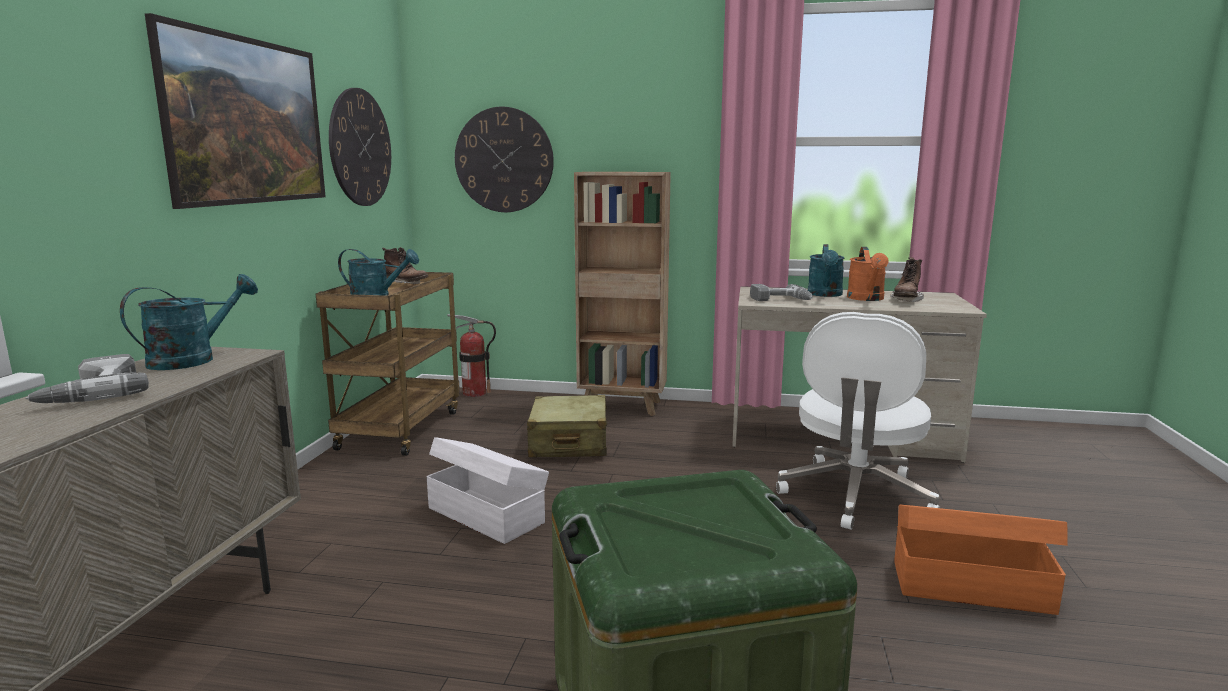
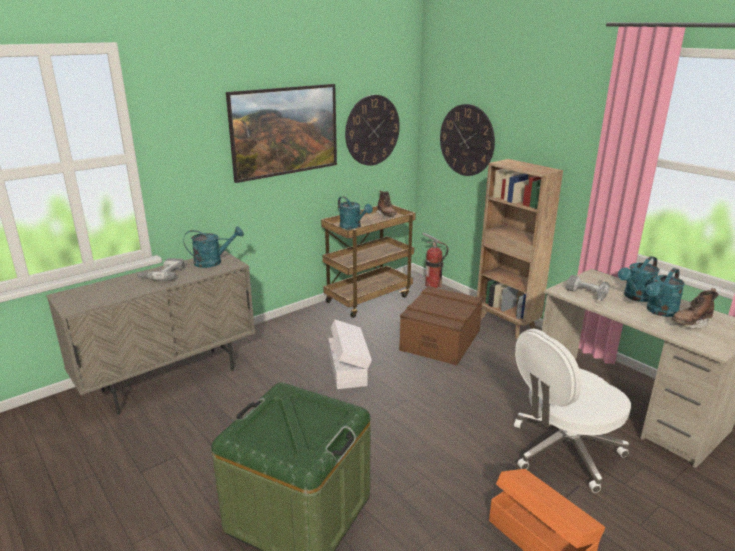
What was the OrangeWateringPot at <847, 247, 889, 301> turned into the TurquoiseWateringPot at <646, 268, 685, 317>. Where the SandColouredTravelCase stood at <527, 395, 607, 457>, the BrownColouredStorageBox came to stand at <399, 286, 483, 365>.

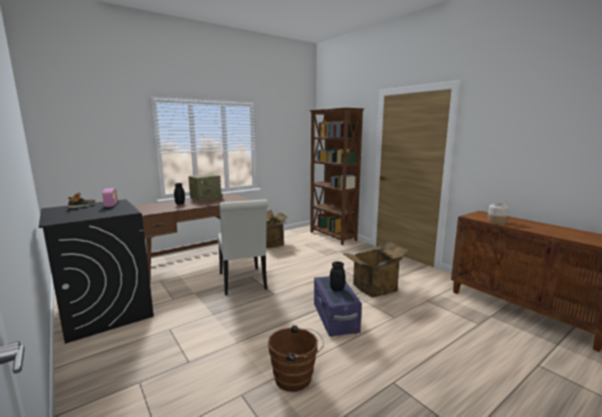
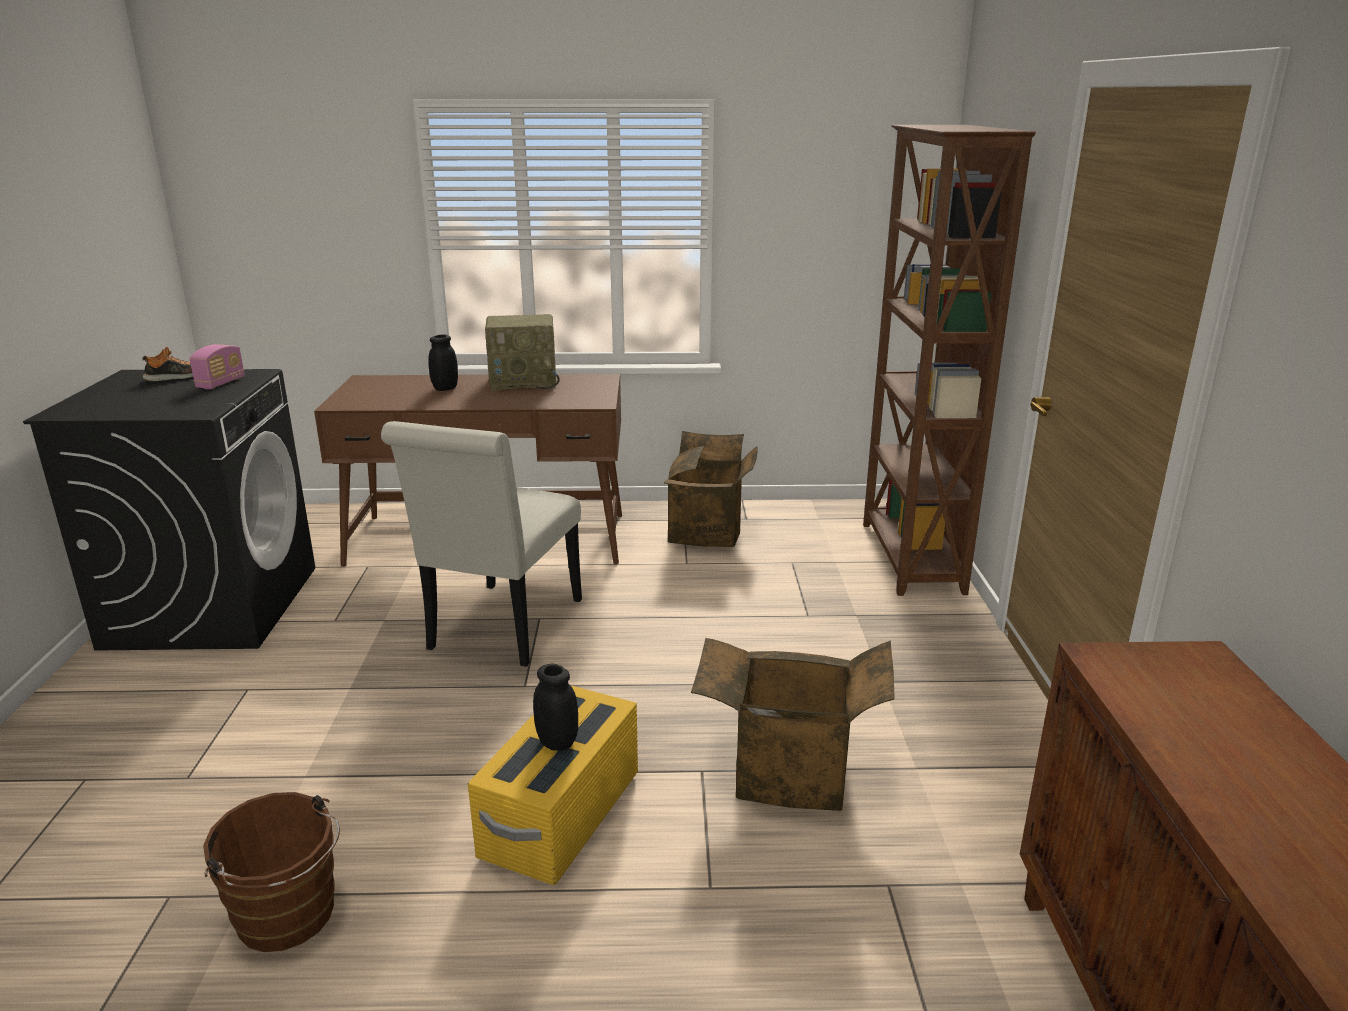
The second view lost the PreserveJar at <487, 203, 509, 224>. What was the PurpleColouredStorageBox at <314, 276, 362, 337> turned into the YellowishStorageBox at <468, 686, 638, 885>.

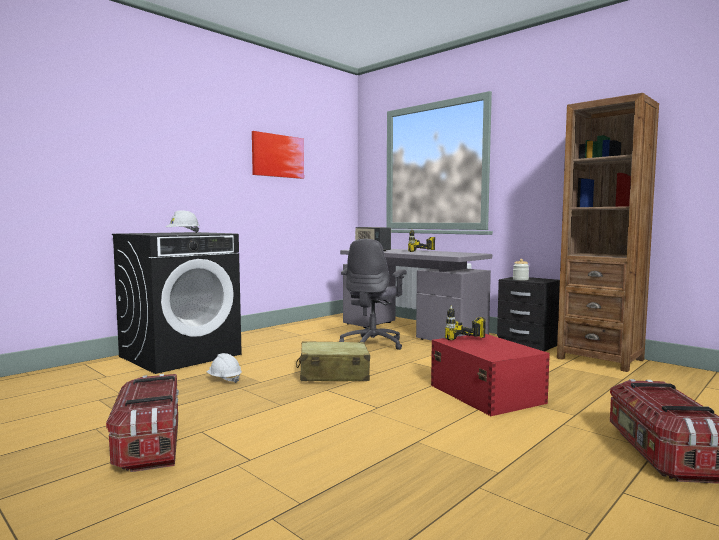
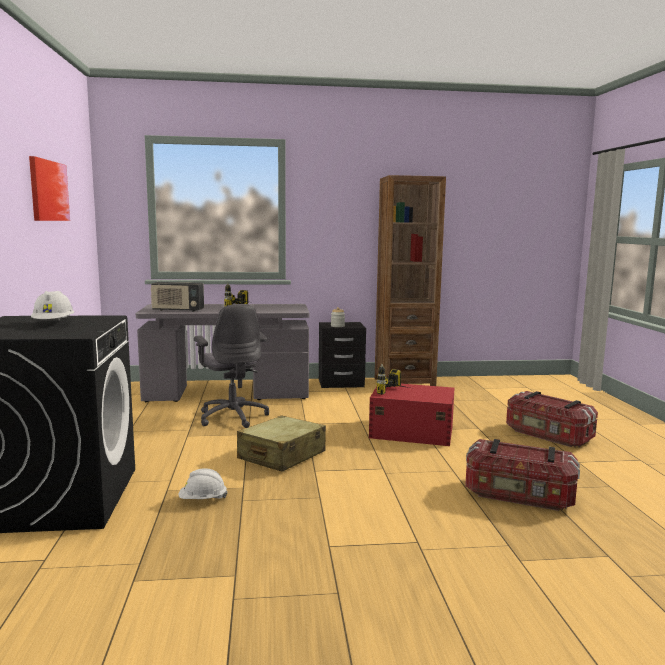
The StorageBox ended up elsewhere, having gone from <106, 374, 179, 472> to <465, 439, 580, 511>.

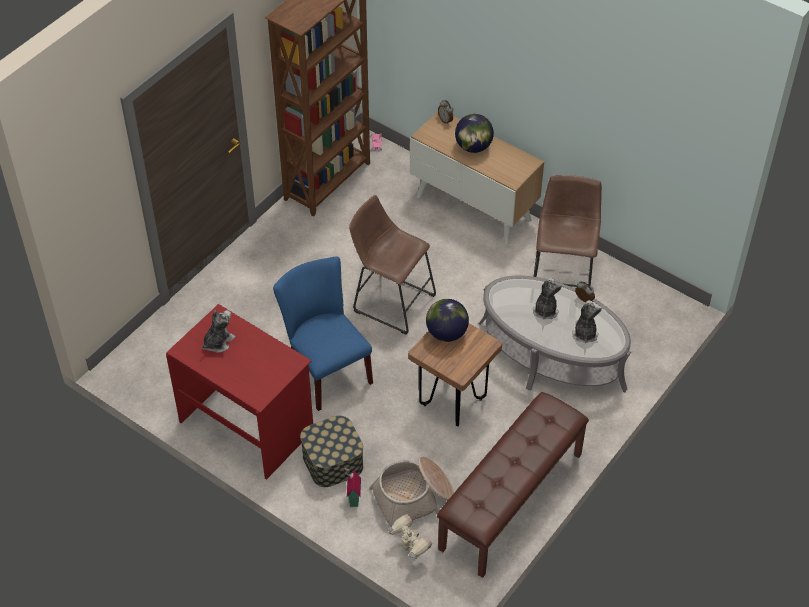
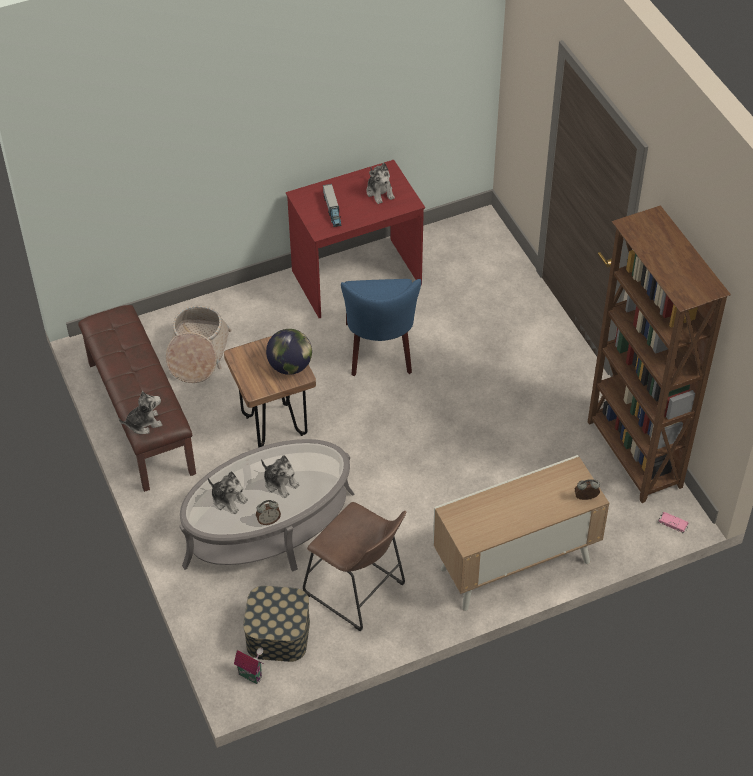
The second view lost the Globe at <455, 114, 494, 153>. The second view lost the BrownColouredStoolSeat at <349, 195, 436, 335>. The BluishChair at <273, 257, 373, 411> ended up facing another way, 90 degrees clockwise from before. The StorageBox ended up elsewhere, having gone from <300, 416, 363, 487> to <243, 586, 310, 662>. The ModelHouse ended up elsewhere, having gone from <344, 467, 361, 507> to <234, 647, 264, 684>. The second view lost the ModelRobot at <388, 514, 432, 559>. The second view gained the ToyTruck at <323, 184, 342, 227>. The second view gained the PlushToy at <119, 391, 162, 434>.

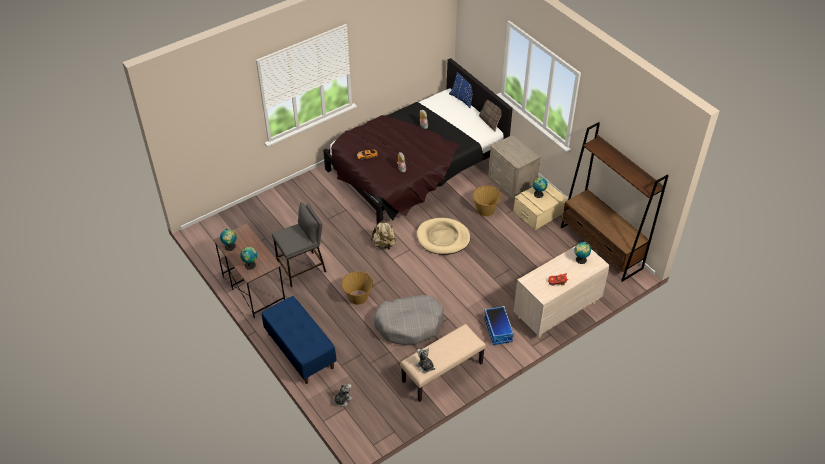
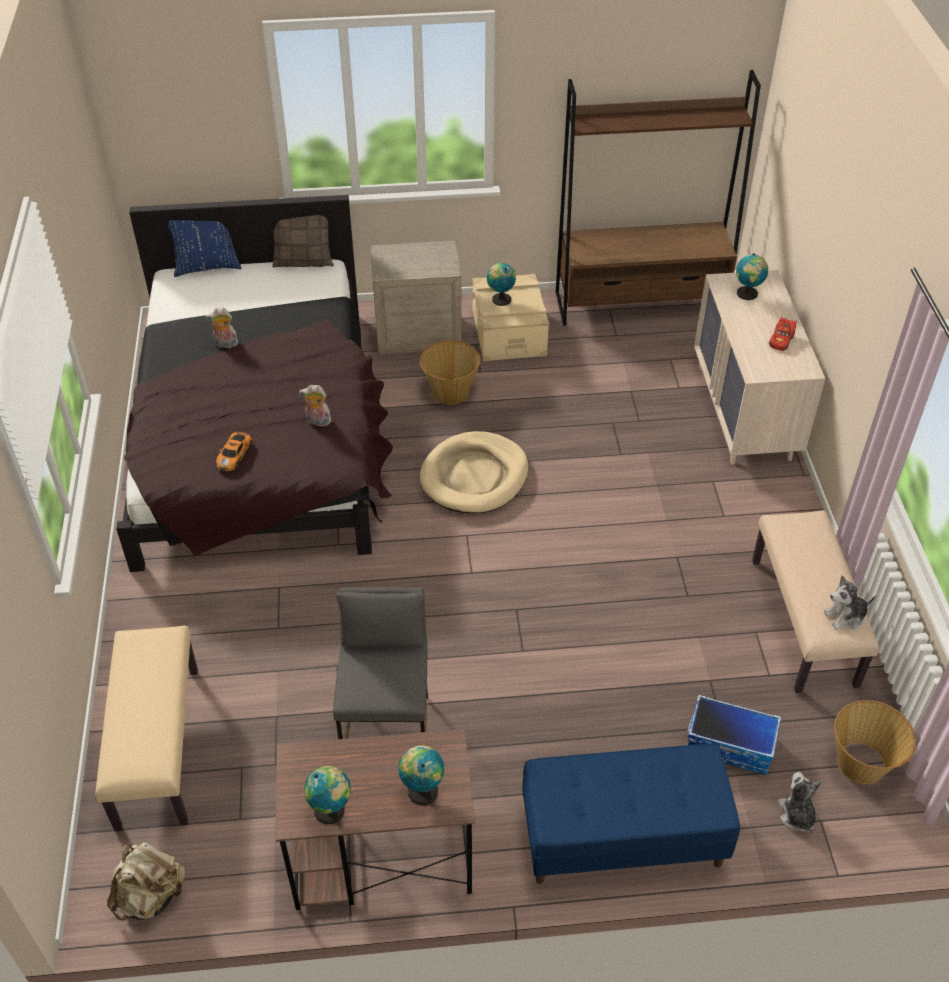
The SandColouredBackpack ended up elsewhere, having gone from <371, 219, 396, 250> to <107, 842, 186, 921>. The HouseholdBasket ended up elsewhere, having gone from <341, 271, 373, 305> to <834, 700, 916, 784>. The second view lost the GreyishPetBed at <374, 295, 444, 345>. The StorageBox ended up elsewhere, having gone from <484, 306, 514, 345> to <687, 694, 781, 775>. The second view gained the SandColouredBench at <95, 626, 198, 832>.

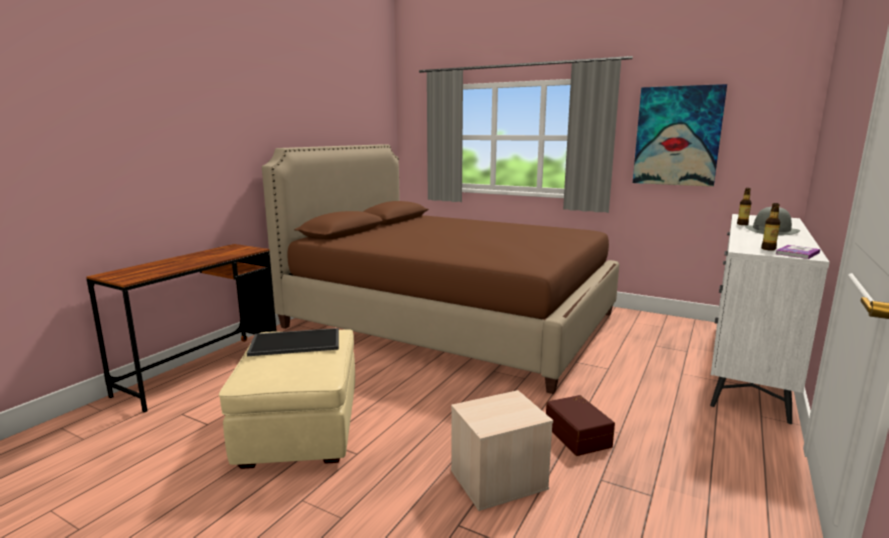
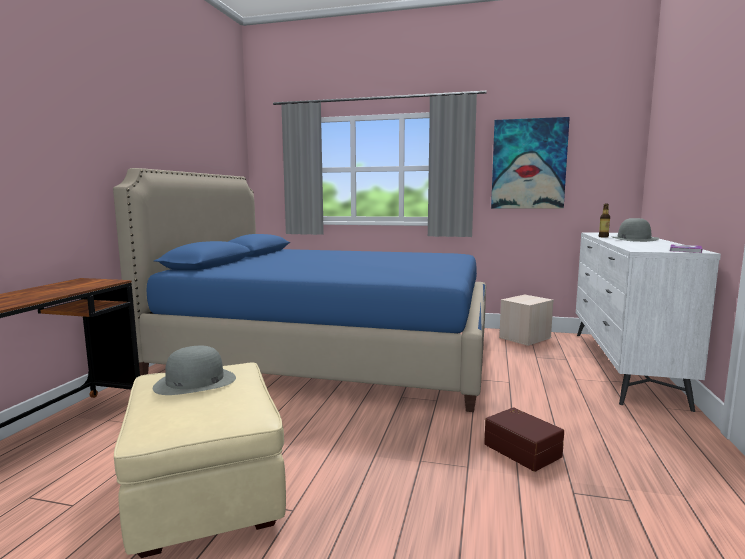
What was the BrownColouredBed at <262, 144, 619, 394> turned into the BluishBed at <113, 168, 486, 412>. The second view lost the DrinkBottle at <761, 203, 781, 251>. Where the ServingTray stood at <247, 328, 339, 356>, the GreyishHat came to stand at <153, 346, 236, 395>. The SandColouredStorageBox ended up elsewhere, having gone from <451, 390, 553, 511> to <499, 294, 554, 346>.

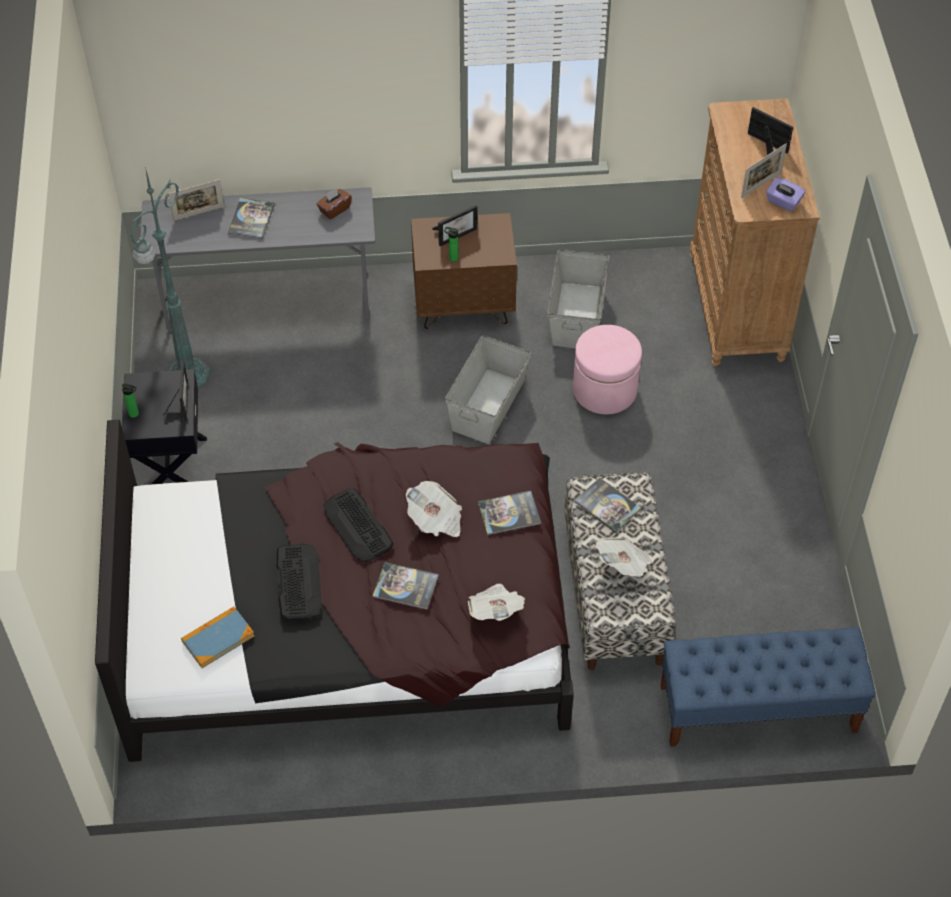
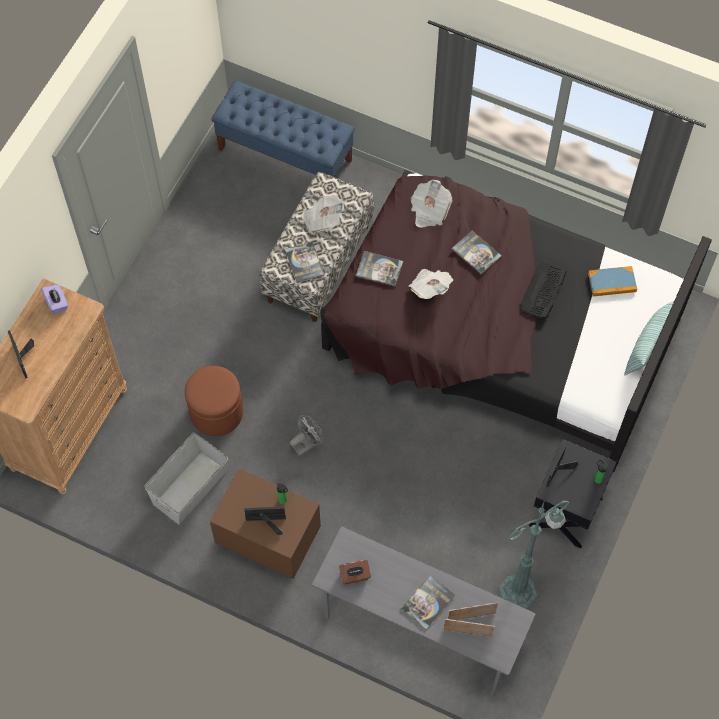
The StandingFrame ended up elsewhere, having gone from <741, 143, 787, 199> to <447, 602, 498, 620>. What was the PinkColouredPouffe at <573, 325, 642, 414> turned into the BrownColouredPouffe at <185, 366, 243, 436>. Where the GreyishStorageBox stood at <445, 335, 531, 444>, the GreyishFan came to stand at <290, 415, 323, 456>. The second view lost the ComputerKeyboard at <323, 488, 394, 562>. The second view gained the Pillow at <624, 301, 674, 376>.

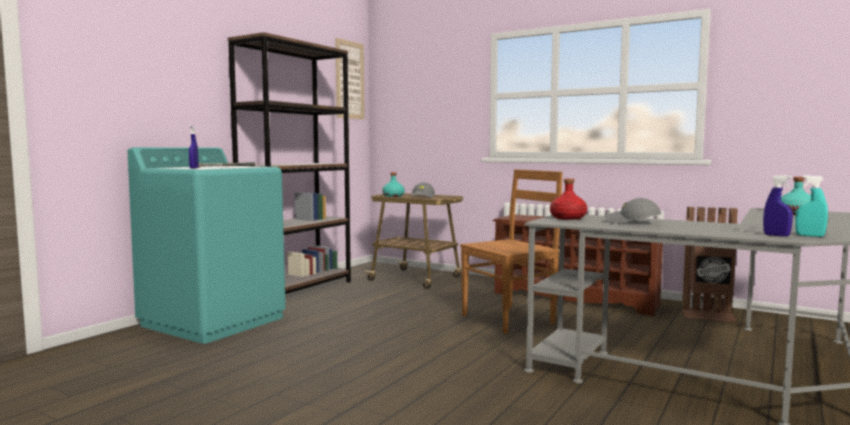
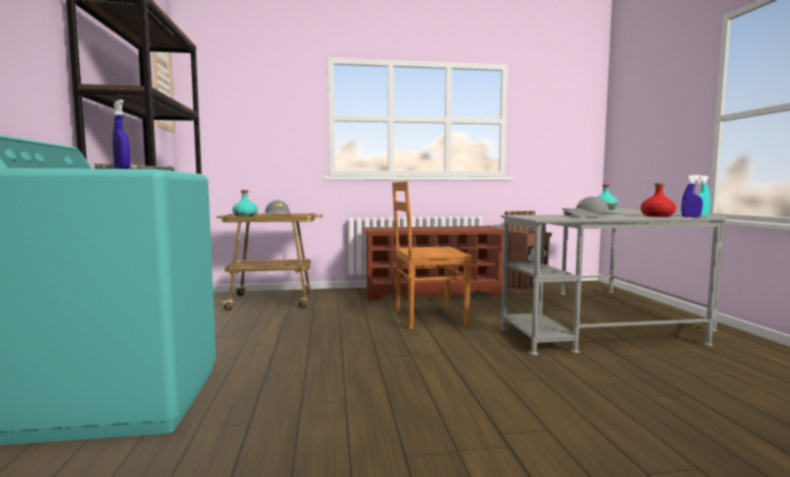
The BrownColouredChair at <460, 170, 563, 334> ended up facing another way, 120 degrees counterclockwise from before. The RedDrinkBottle ended up elsewhere, having gone from <550, 179, 587, 220> to <641, 183, 676, 217>.

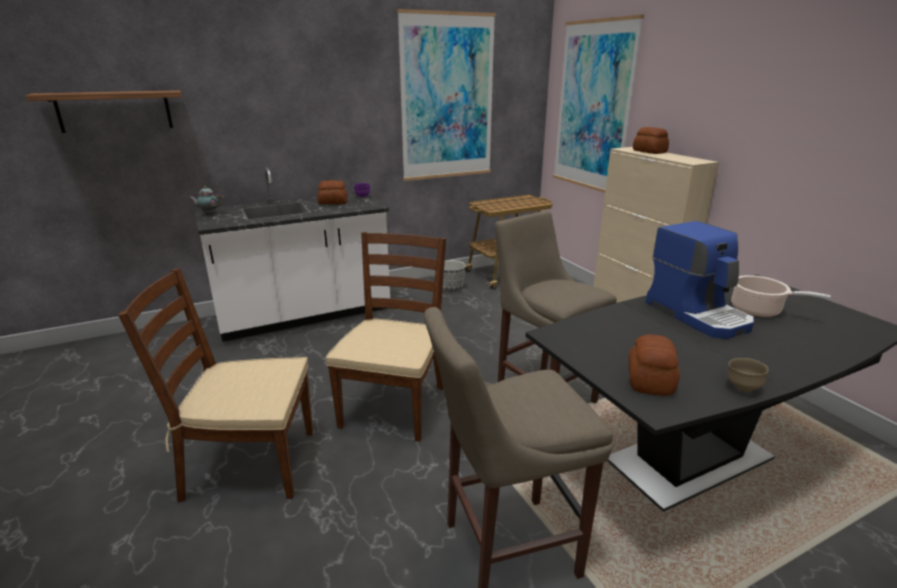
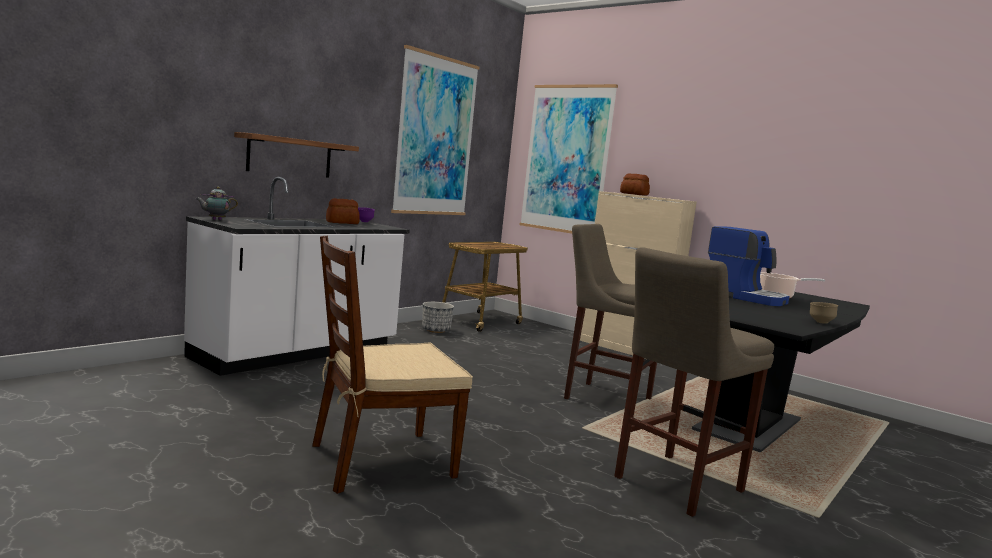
The BracketShelf ended up elsewhere, having gone from <26, 90, 182, 133> to <234, 132, 359, 178>. The second view lost the BrownColouredChair at <326, 232, 446, 442>. The second view lost the BakeryBread at <628, 334, 680, 396>.

